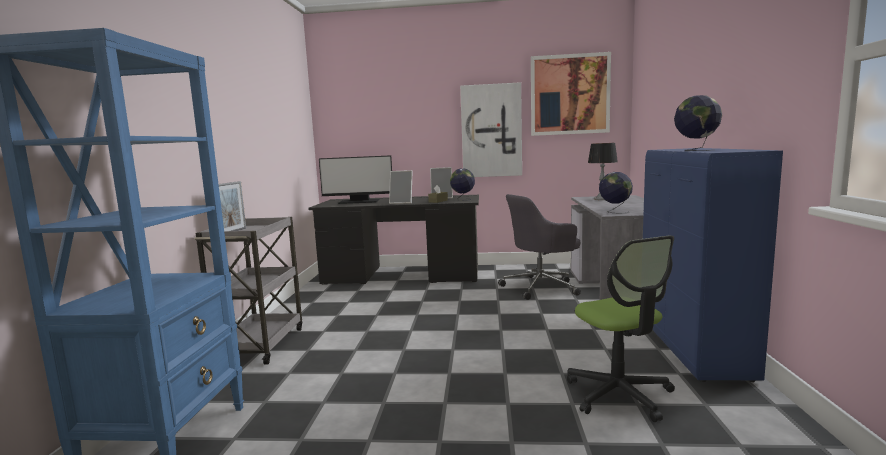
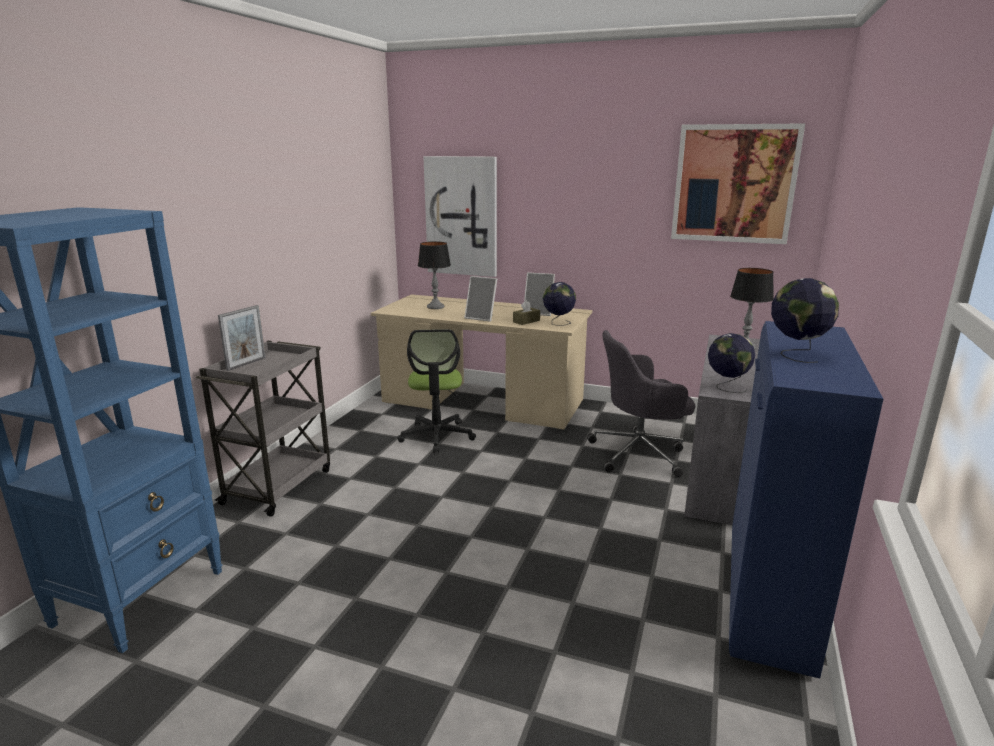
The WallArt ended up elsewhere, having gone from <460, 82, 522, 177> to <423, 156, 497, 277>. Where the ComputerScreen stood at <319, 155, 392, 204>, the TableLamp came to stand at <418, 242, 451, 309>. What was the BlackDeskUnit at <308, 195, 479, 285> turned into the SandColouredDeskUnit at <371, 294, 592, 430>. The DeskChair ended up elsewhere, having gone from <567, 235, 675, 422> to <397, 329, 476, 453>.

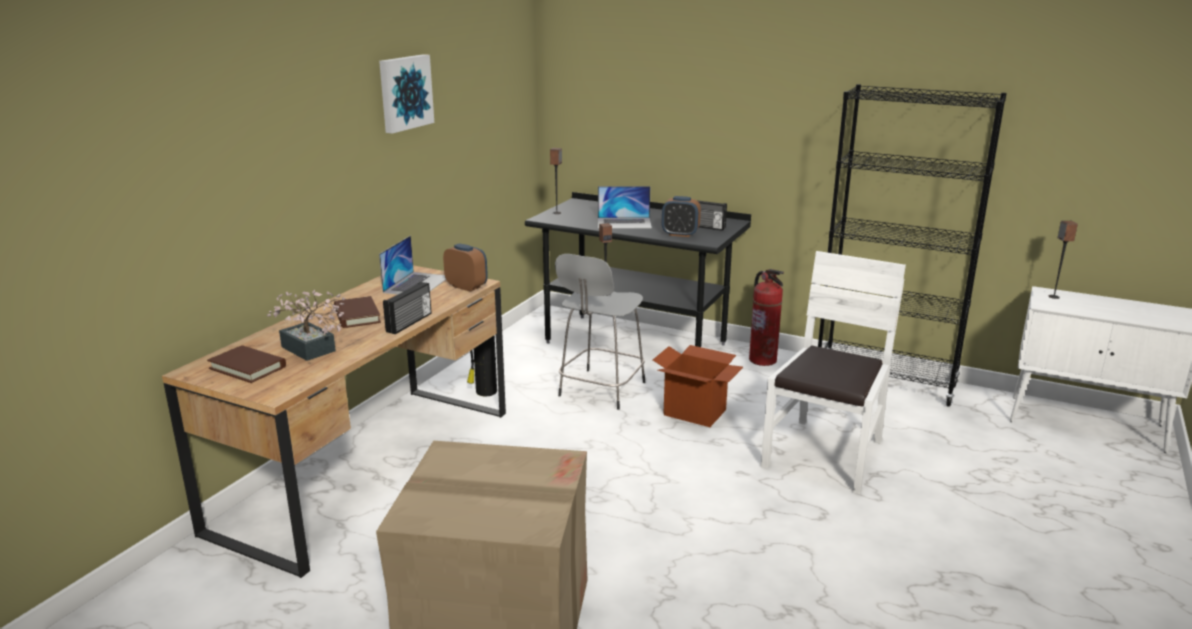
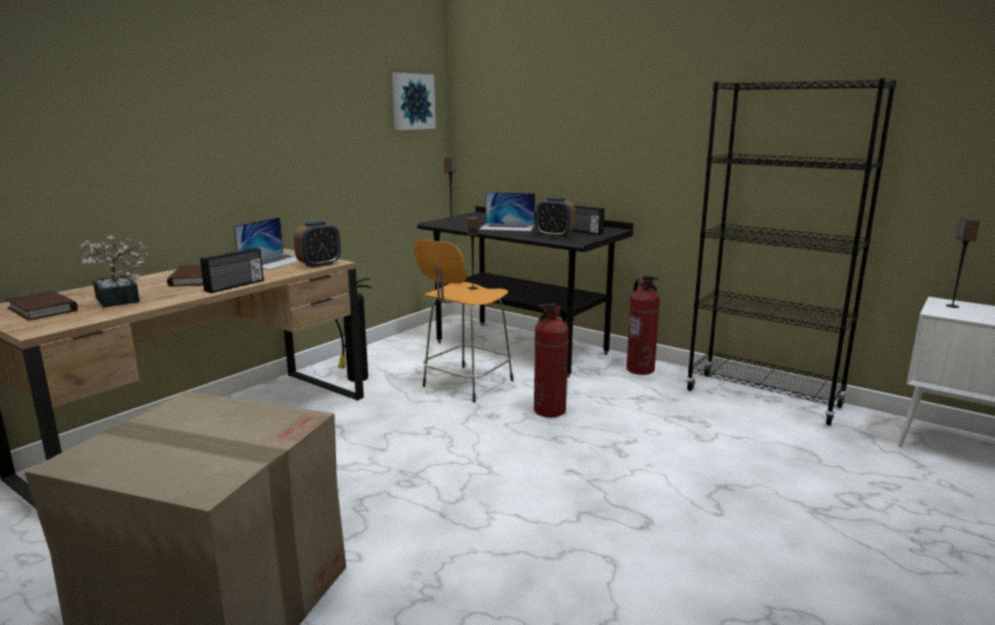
The WallArt ended up elsewhere, having gone from <379, 54, 434, 134> to <392, 73, 435, 130>. The BedsideClock at <443, 244, 488, 292> ended up facing another way, 90 degrees clockwise from before. The second view lost the WhiteColouredChair at <761, 251, 906, 495>. What was the GreyishStoolSeat at <555, 254, 645, 410> turned into the OrangeStoolSeat at <414, 239, 513, 402>. Where the CardboardBox stood at <653, 345, 743, 427>, the FireExtinguisher came to stand at <534, 303, 569, 418>.

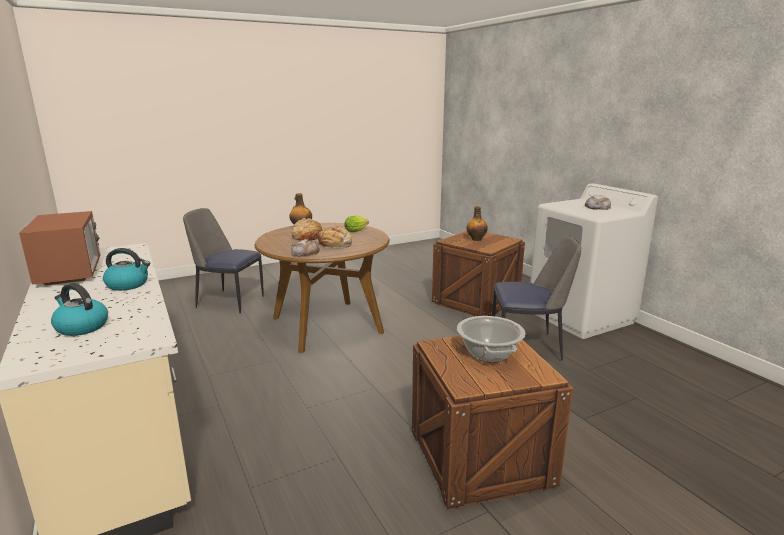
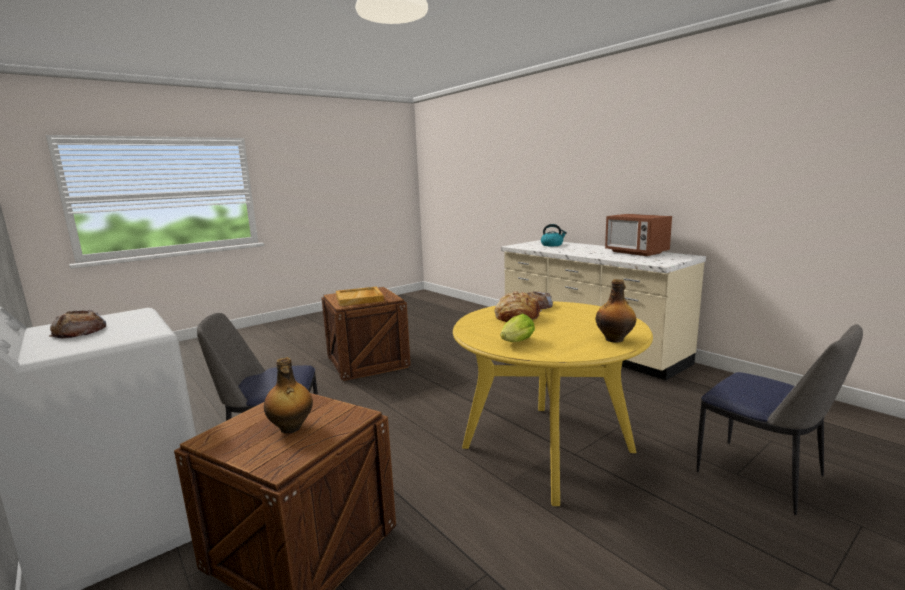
The Chair at <183, 208, 264, 313> ended up facing another way, 45 degrees clockwise from before. The second view lost the BakeryBread at <291, 218, 323, 241>. What was the BrownColouredDinnerTable at <255, 223, 390, 353> turned into the YellowishDinnerTable at <453, 301, 653, 506>. The second view lost the WaterKettle at <103, 248, 150, 291>. Where the Saucepot stood at <457, 316, 525, 362>, the SandColouredServingTray came to stand at <336, 287, 384, 306>.

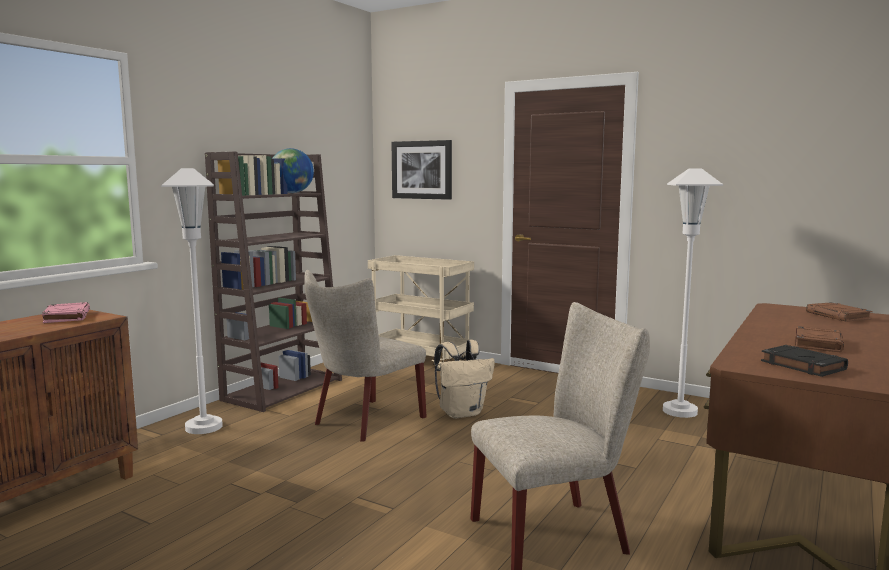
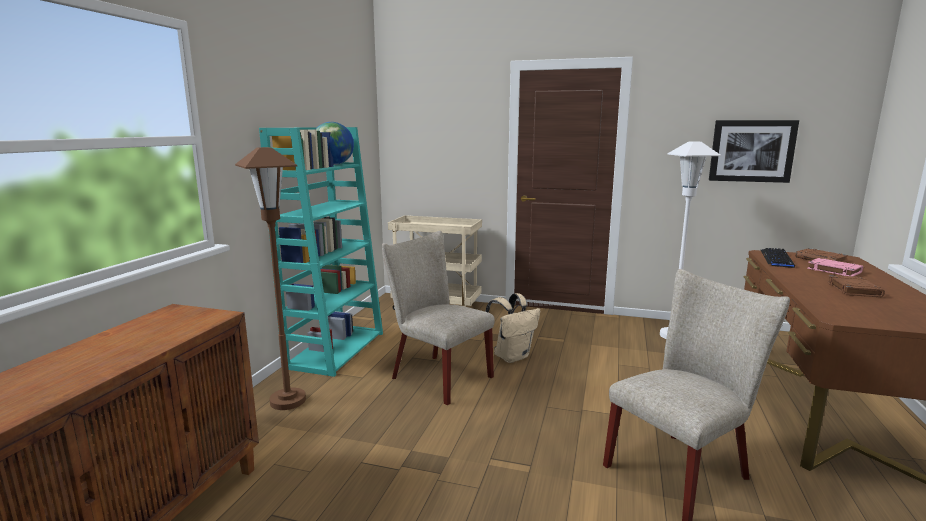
The WallArt ended up elsewhere, having gone from <392, 140, 452, 200> to <709, 120, 799, 183>. What was the BrownColouredBookcase at <205, 152, 342, 412> turned into the TurquoiseBookcase at <259, 127, 383, 377>. What was the WhiteColouredFloorLamp at <161, 168, 223, 434> turned into the BrownColouredFloorLamp at <235, 147, 306, 410>. The SandColouredChair at <304, 270, 427, 442> ended up facing another way, 105 degrees clockwise from before. The PinkColouredBoundBook ended up elsewhere, having gone from <42, 302, 90, 323> to <807, 258, 863, 276>. The second view lost the BlackBoundBook at <761, 345, 848, 377>. The second view gained the ComputerKeyboard at <761, 248, 795, 268>.

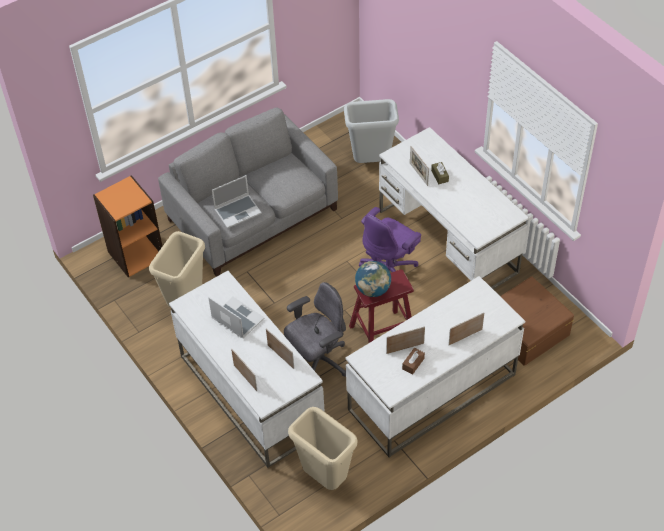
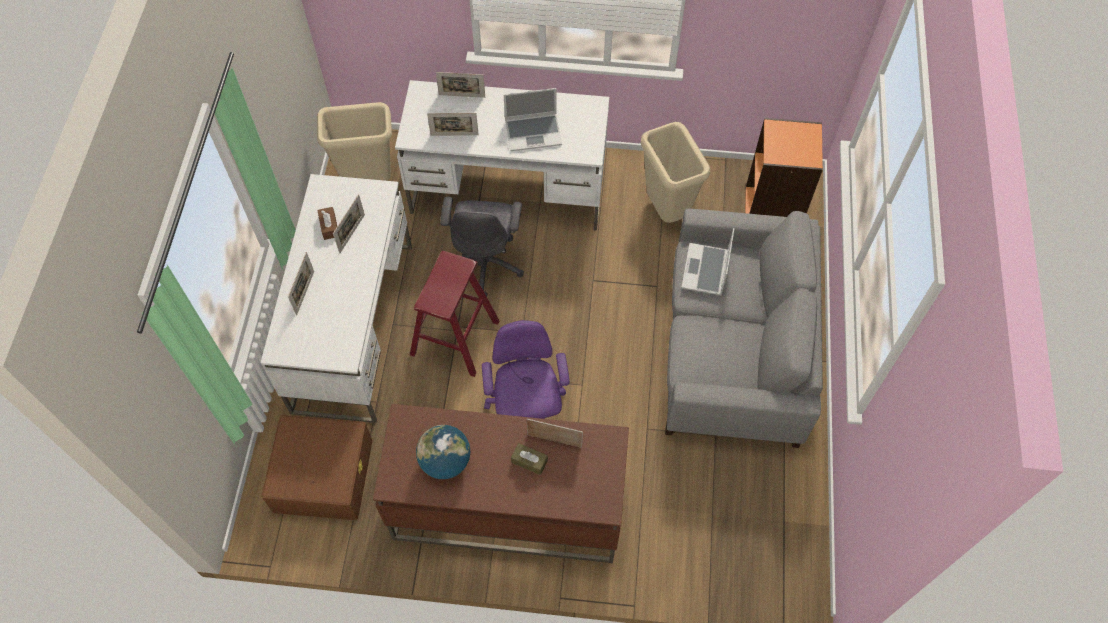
The second view lost the GreyishRubbishBin at <344, 99, 399, 163>. What was the WhiteColouredDeskUnit at <379, 127, 529, 289> turned into the BrownColouredDeskUnit at <373, 404, 629, 563>. The Globe ended up elsewhere, having gone from <355, 261, 391, 297> to <416, 425, 470, 479>.

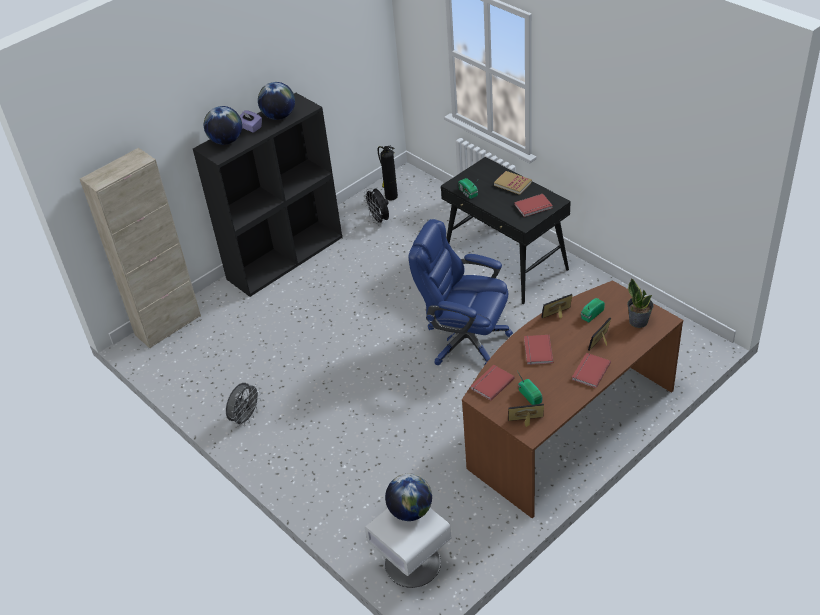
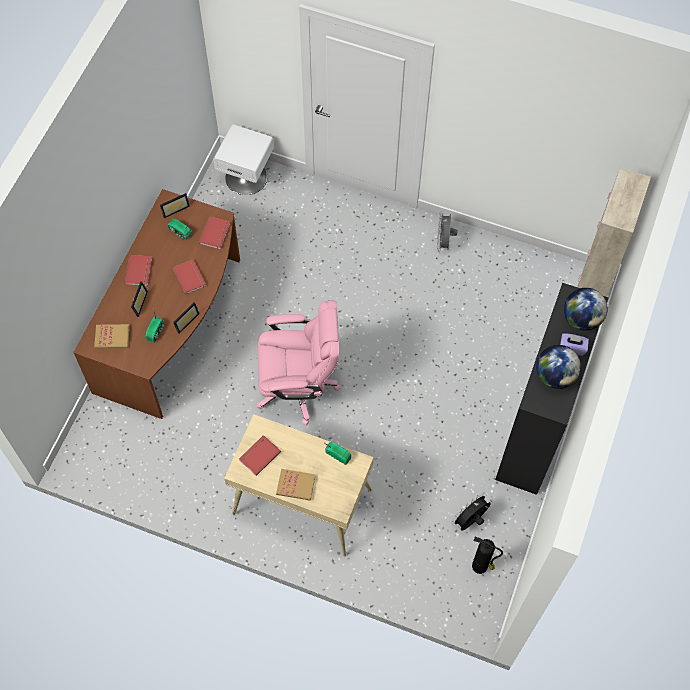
What was the BlackDeskUnit at <441, 157, 571, 304> turned into the SandColouredDeskUnit at <224, 414, 374, 557>. The BlackFan at <363, 188, 389, 224> ended up facing another way, 75 degrees counterclockwise from before. What was the BluishDeskChair at <409, 219, 513, 366> turned into the PinkColouredDeskChair at <256, 300, 341, 426>. Where the PottedPlant stood at <627, 278, 653, 328>, the BoundBook came to stand at <94, 324, 130, 349>. The second view lost the Globe at <385, 474, 432, 521>.

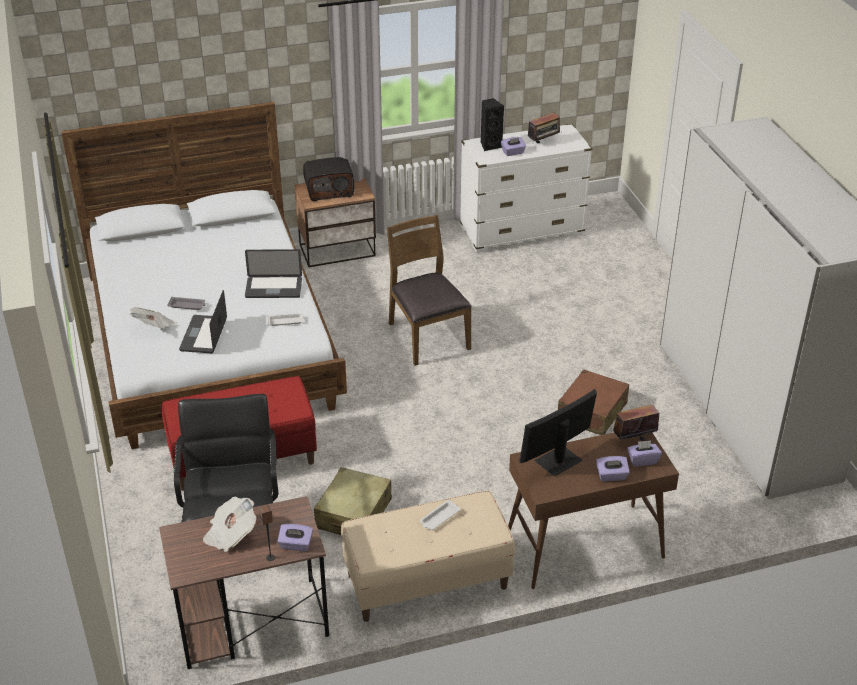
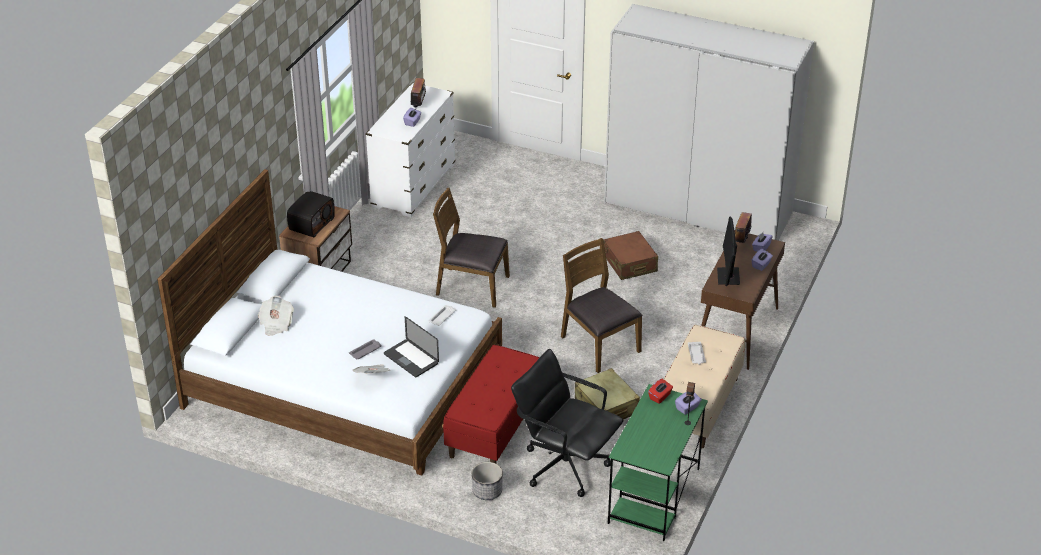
The second view lost the BlackSpeaker at <481, 98, 504, 151>. The second view lost the PortableComputer at <245, 249, 302, 298>. What was the BrownColouredDeskUnit at <159, 496, 329, 669> turned into the GreenishDeskUnit at <608, 384, 708, 541>. The Newspaper ended up elsewhere, having gone from <203, 497, 256, 552> to <258, 296, 294, 336>. The second view gained the BrownColouredChair at <561, 238, 643, 373>. The second view gained the RedTissueHolder at <648, 379, 673, 404>. The second view gained the Planter at <472, 462, 503, 500>.

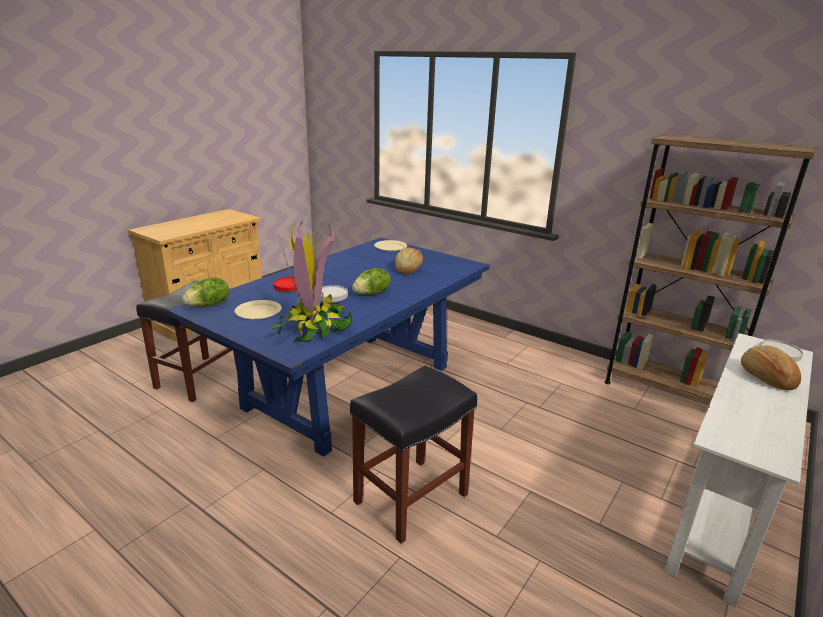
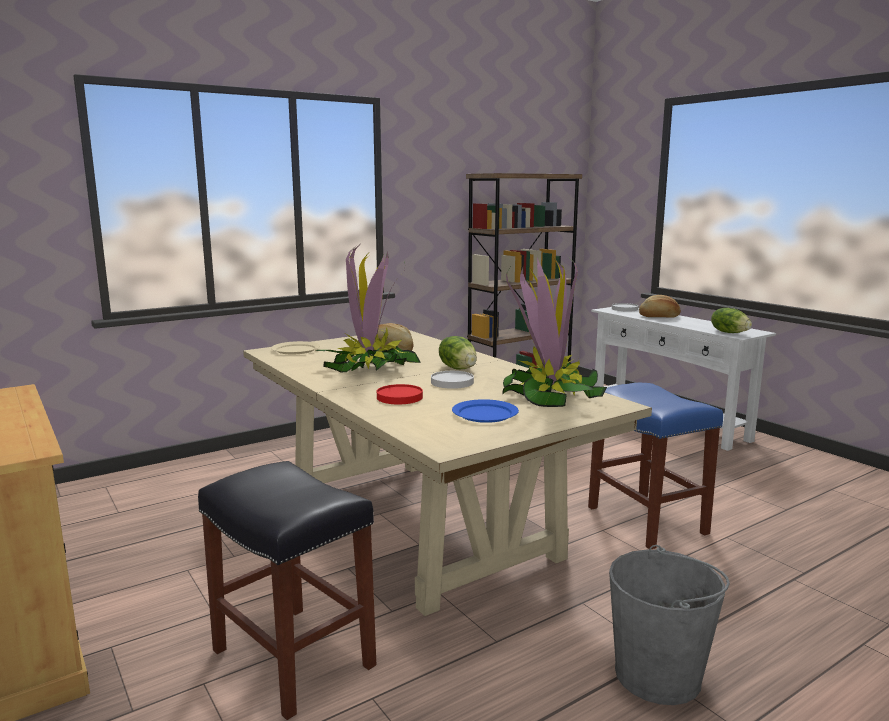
What was the BluishDinnerTable at <167, 238, 490, 457> turned into the SandColouredDinnerTable at <243, 330, 652, 616>. The LettuceHead ended up elsewhere, having gone from <182, 277, 229, 306> to <711, 308, 752, 333>. What was the SandColouredPlate at <234, 300, 282, 320> turned into the BluishPlate at <452, 399, 519, 423>. What was the BlackStoolSeat at <350, 366, 477, 544> turned into the BluishStoolSeat at <588, 383, 723, 549>. The second view gained the PottedPlant at <315, 244, 421, 373>. The second view gained the GreyishBucket at <609, 545, 730, 705>.

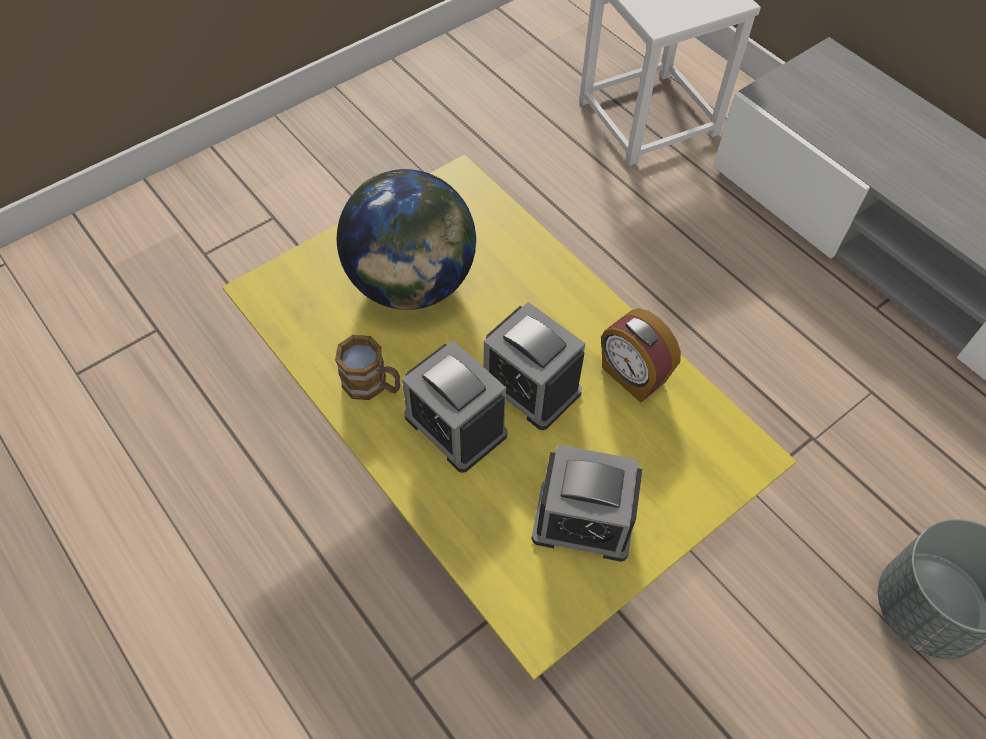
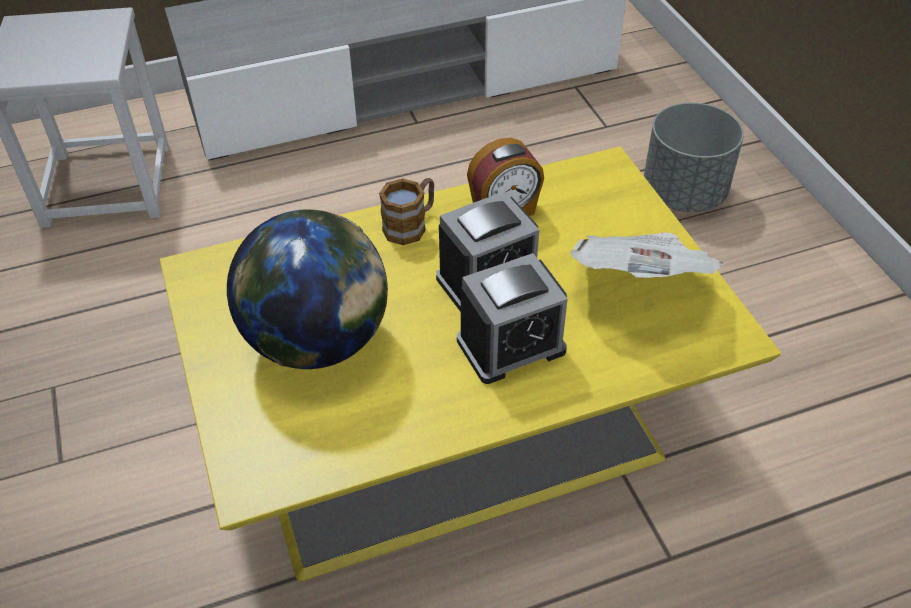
The Mug ended up elsewhere, having gone from <335, 335, 400, 400> to <379, 178, 434, 245>. Where the BedsideClock stood at <531, 444, 642, 562>, the Newspaper came to stand at <570, 232, 724, 278>.

